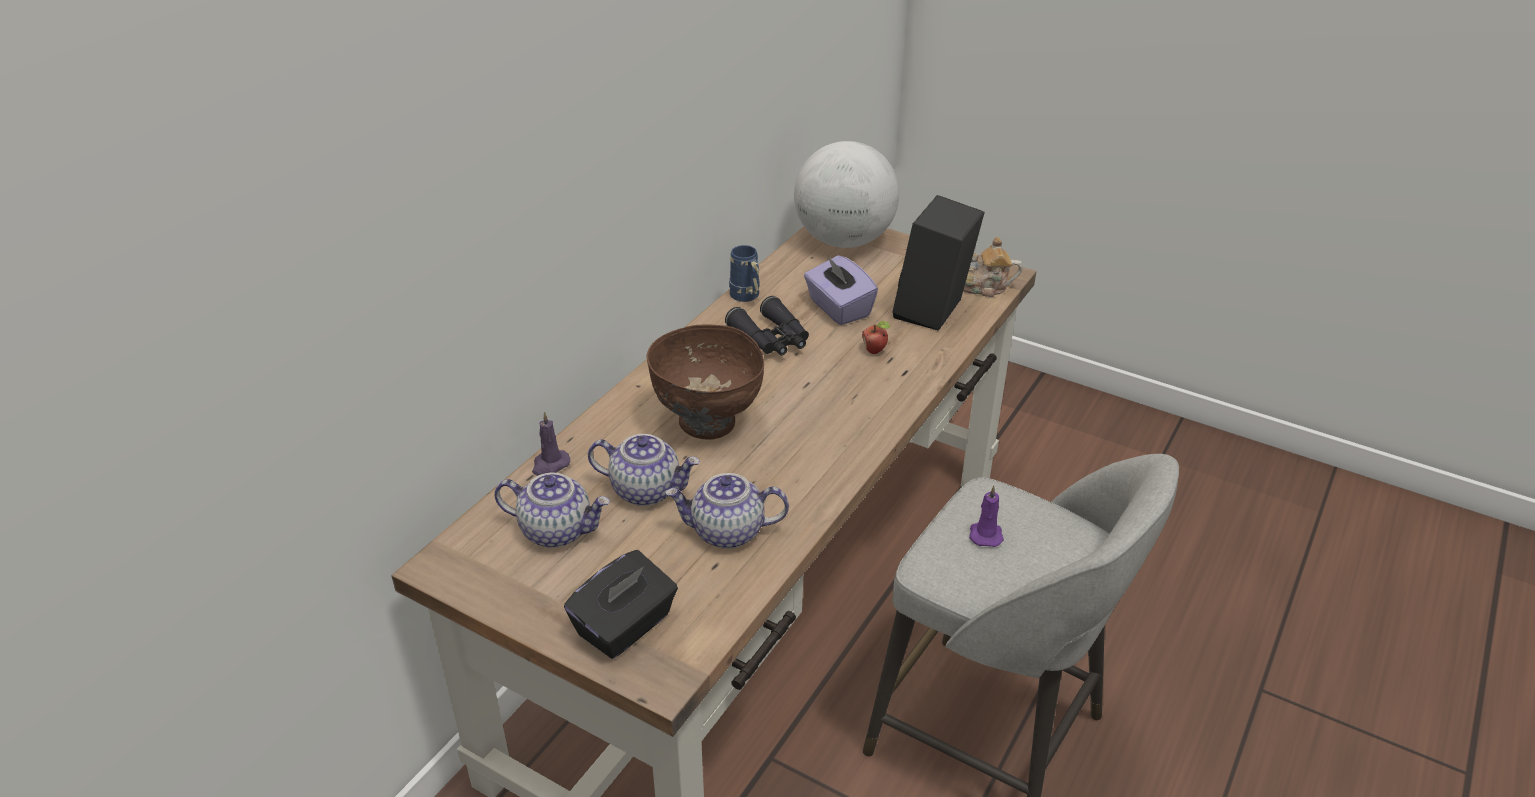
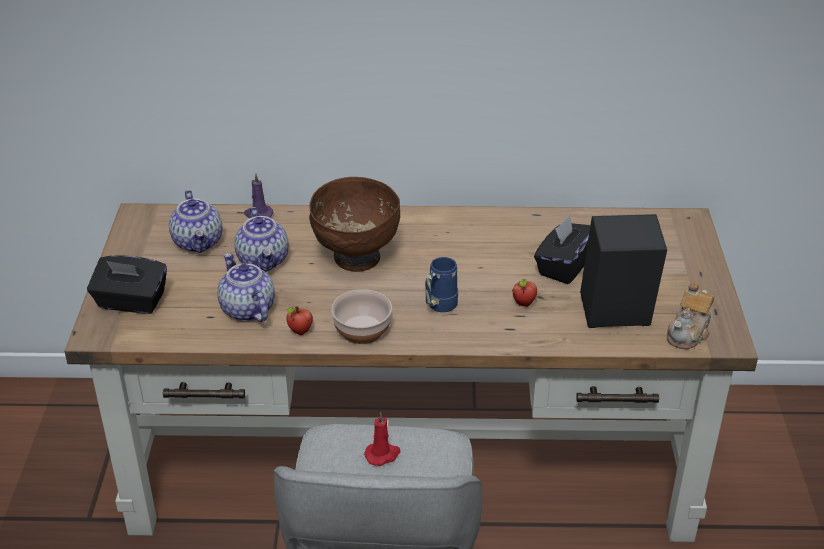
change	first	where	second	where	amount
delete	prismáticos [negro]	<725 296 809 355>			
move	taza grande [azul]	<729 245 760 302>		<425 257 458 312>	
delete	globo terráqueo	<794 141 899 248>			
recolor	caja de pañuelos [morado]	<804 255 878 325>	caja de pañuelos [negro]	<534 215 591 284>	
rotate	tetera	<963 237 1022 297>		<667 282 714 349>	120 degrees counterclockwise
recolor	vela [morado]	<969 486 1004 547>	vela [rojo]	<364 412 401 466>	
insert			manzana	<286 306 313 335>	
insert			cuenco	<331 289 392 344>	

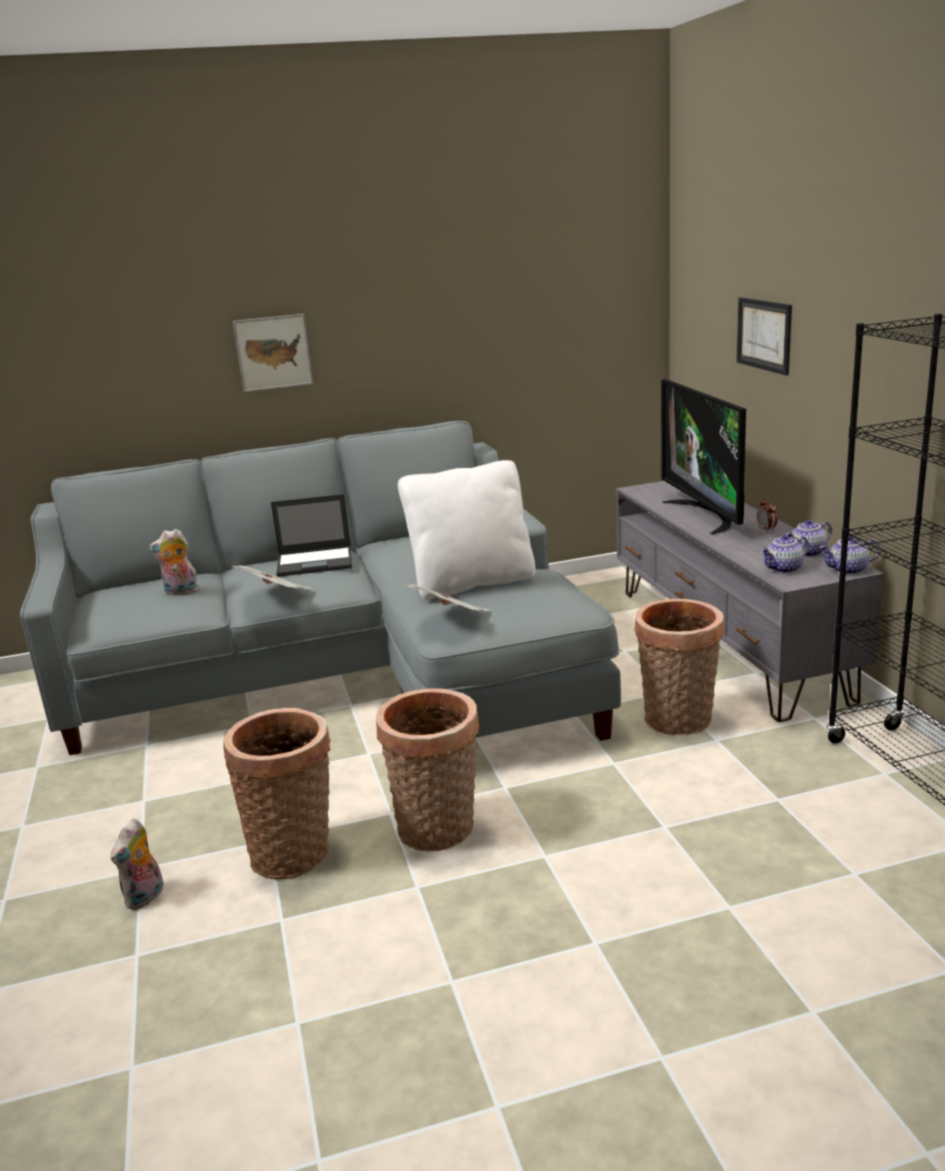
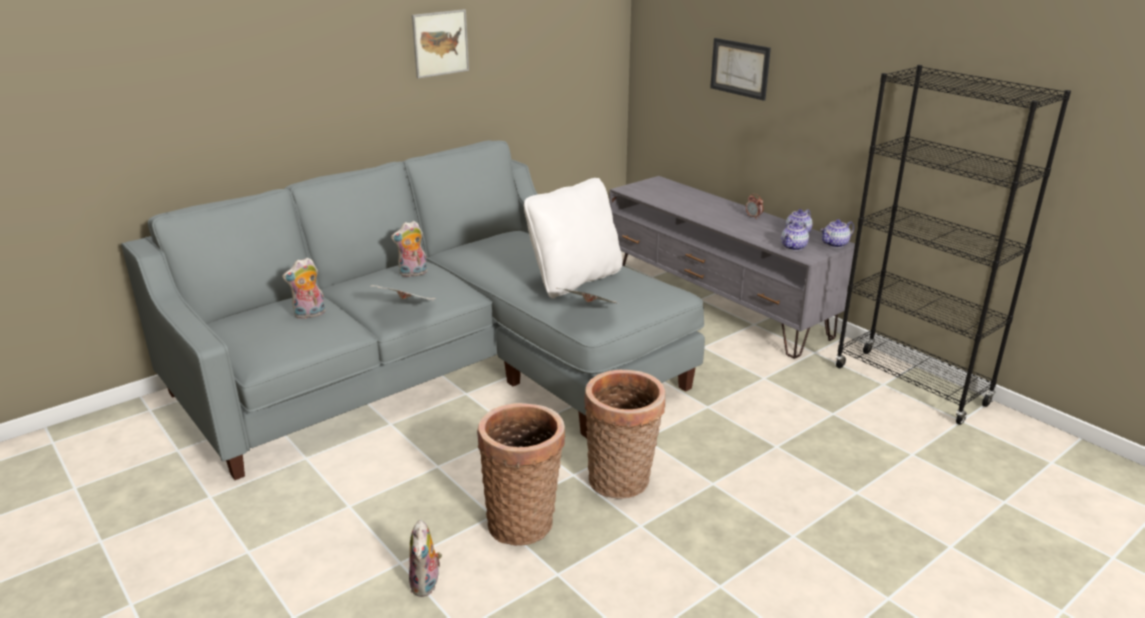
change	first	where	second	where	amount
move	cuadro	<233 314 313 393>		<412 9 469 79>	
replace	portátil	<271 494 352 577>	peluche	<391 221 428 277>	
delete	cesta	<634 599 724 735>			
delete	televisor	<661 379 746 535>			

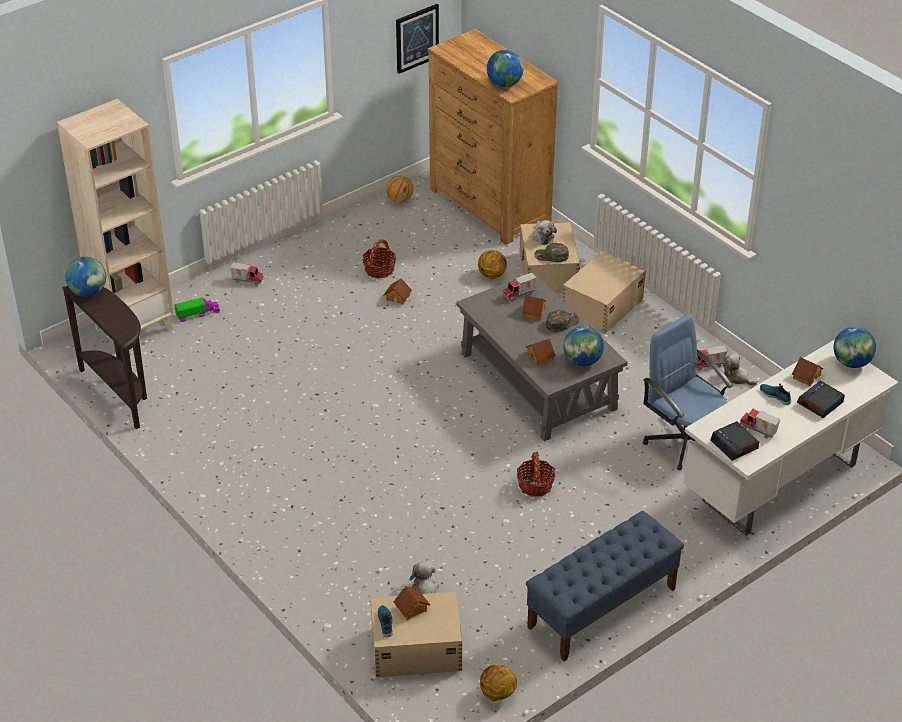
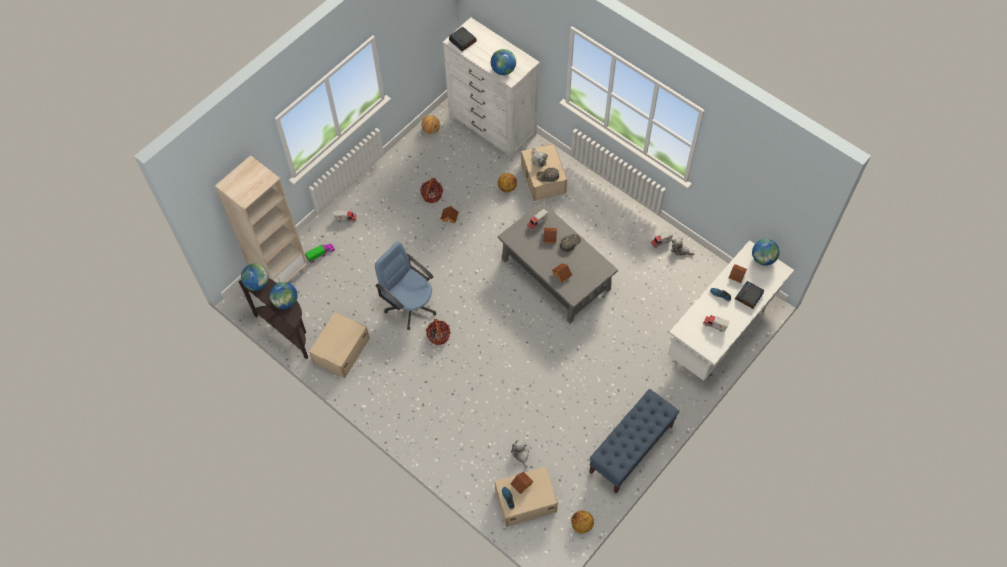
change	first	where	second	where	amount
delete	cuadro	<396 4 439 74>			
recolor	cómoda [marrón]	<428 29 559 245>	cómoda [blanco]	<442 17 540 159>	
move	cesta	<517 452 555 497>		<426 319 450 345>	
move	caja de almacenaje [beis]	<562 251 646 334>		<309 312 370 378>	
move	globo terráqueo	<563 326 604 366>		<270 282 298 309>	
move	silla de oficina [azul]	<643 315 733 470>		<375 242 437 330>	
move	despertador	<711 421 759 461>		<449 27 476 51>	

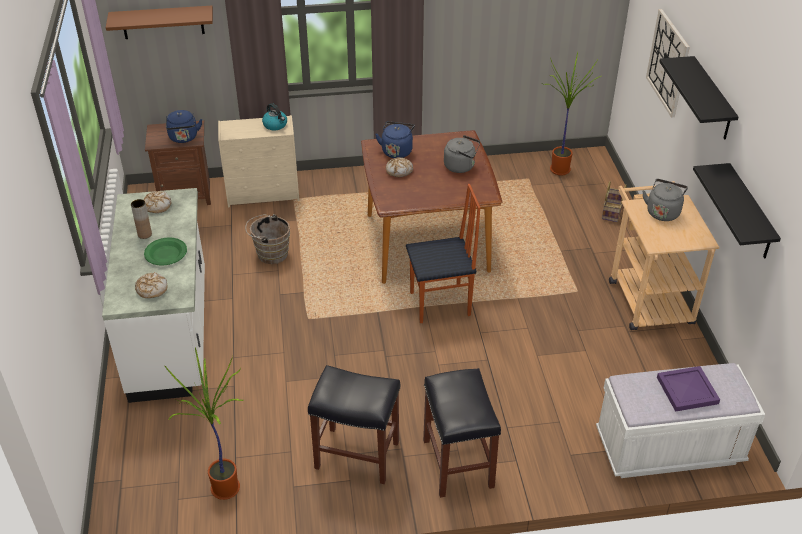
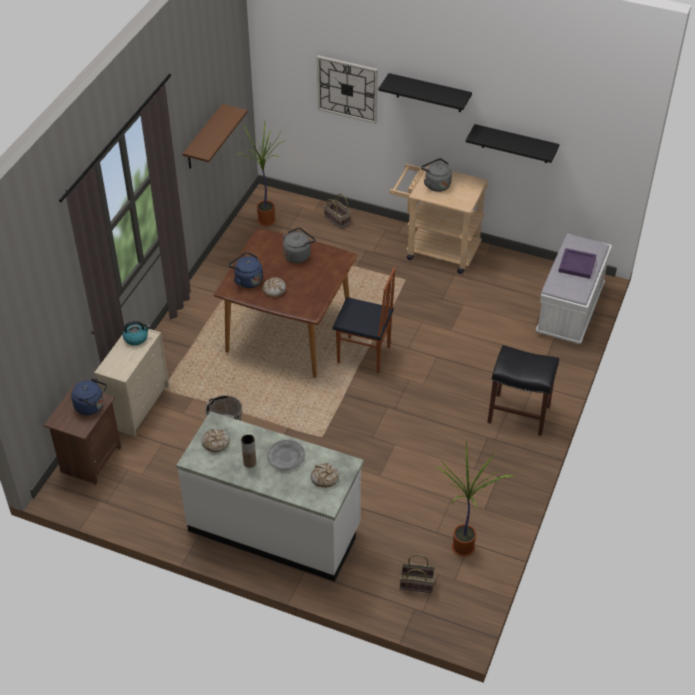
change	first	where	second	where	amount
move	estante [marrón]	<106 6 213 39>		<183 104 247 169>	
recolor	plato [verde]	<144 238 187 266>	plato [gris]	<267 440 305 470>	
delete	taburete [negro]	<308 365 400 484>			
rotate	silla	<406 184 480 323>		<332 268 395 373>	90 degrees clockwise
insert			cesta	<400 554 436 593>	

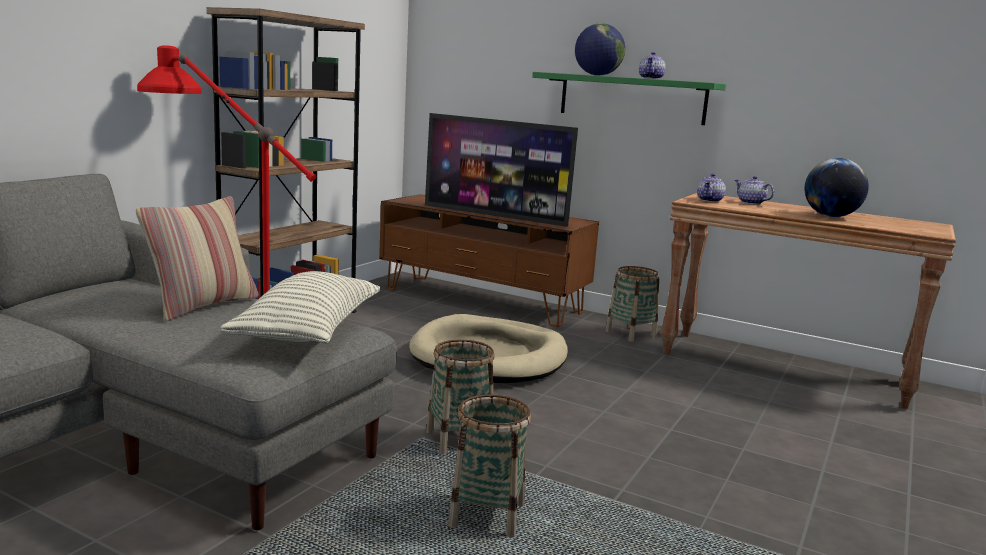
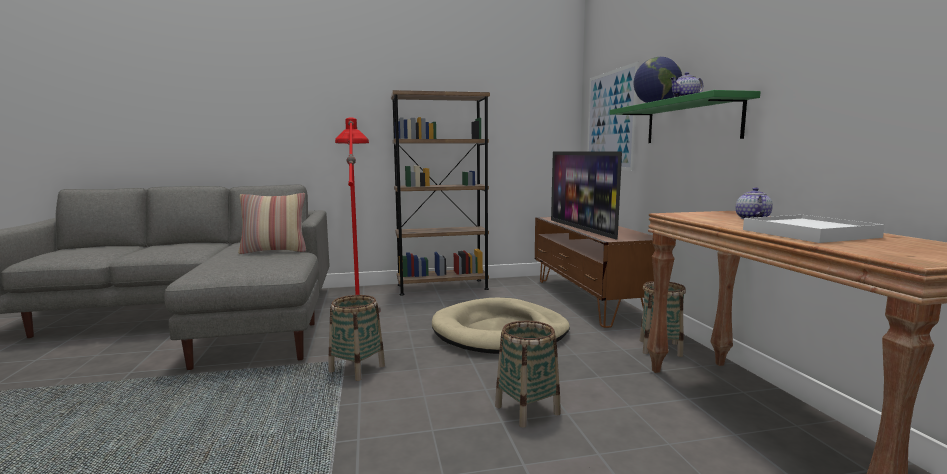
change	first	where	second	where	amount
delete	cojín	<221 271 380 344>			
move	cesta	<448 394 531 537>		<495 321 561 428>	
delete	tetera	<697 173 726 202>			
replace	globo terráqueo	<805 158 869 217>	bandeja [blanco]	<743 215 885 243>	
insert			cuadro	<587 62 639 171>	

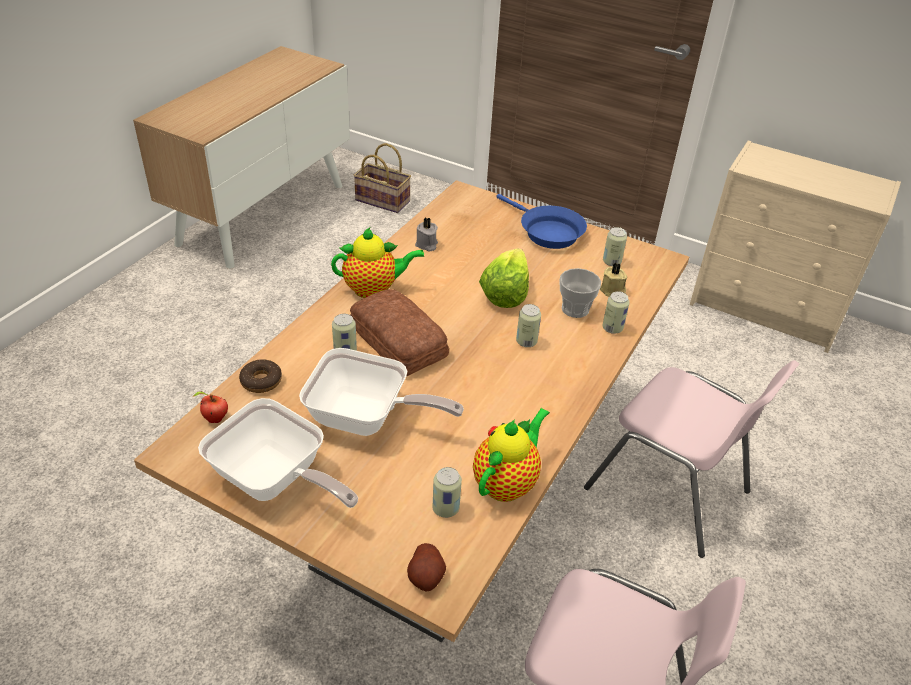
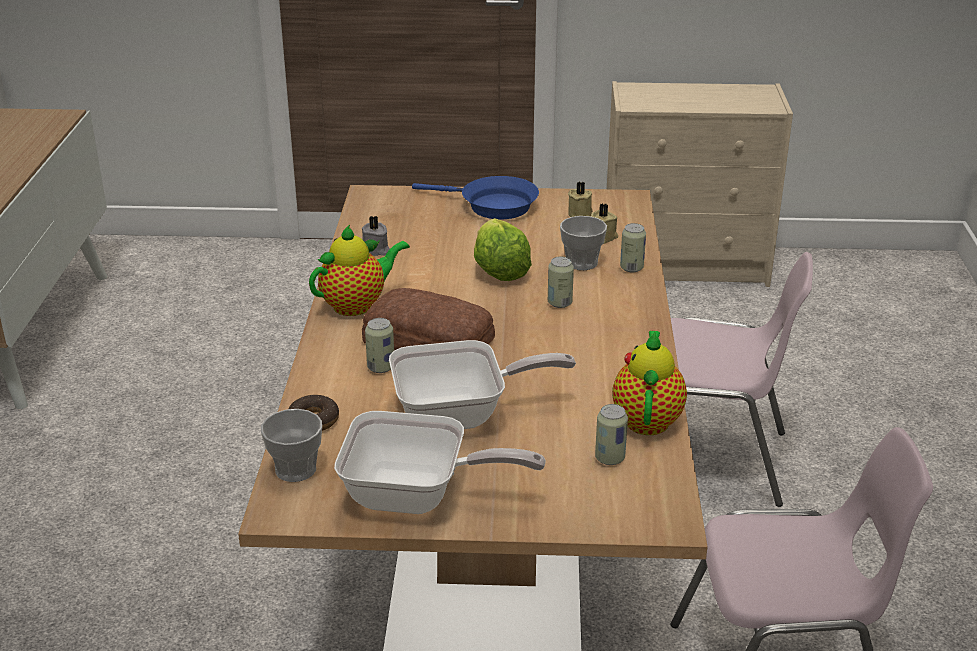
change	first	where	second	where	amount
replace	manzana	<193 391 228 423>	taza	<261 409 322 482>	
delete	cesta	<353 143 411 213>			
delete	patata	<407 543 446 592>			
replace	lata	<603 227 627 266>	vela [beis]	<568 182 593 217>	

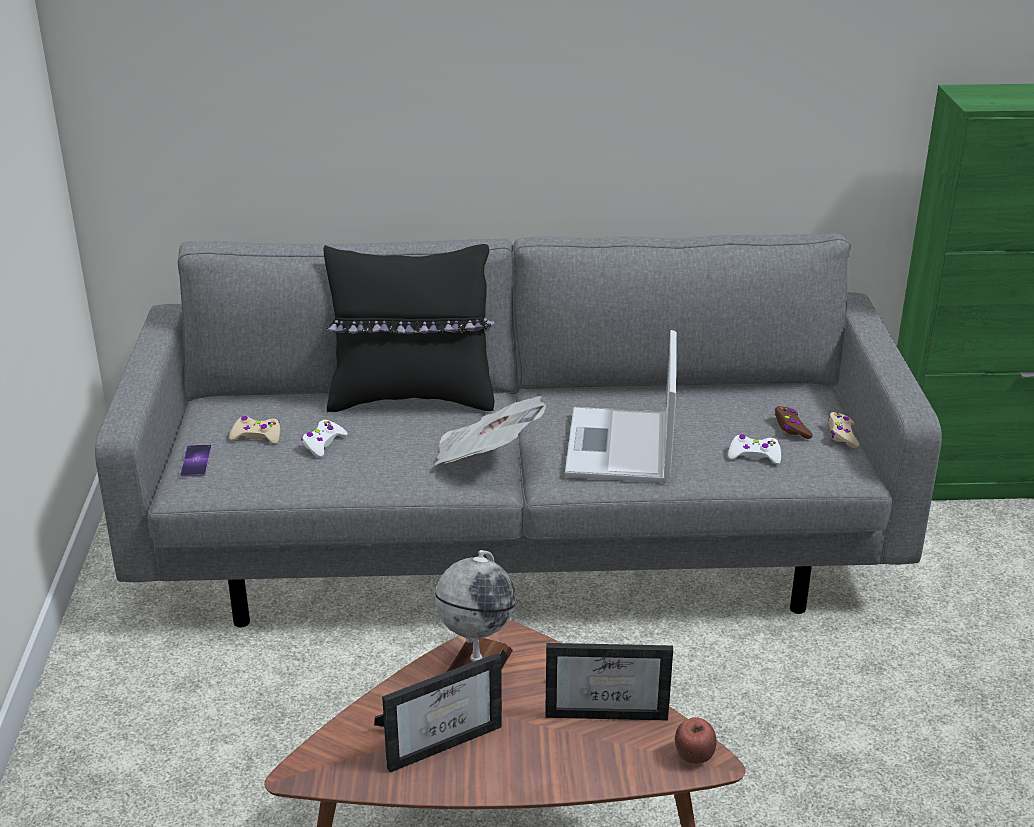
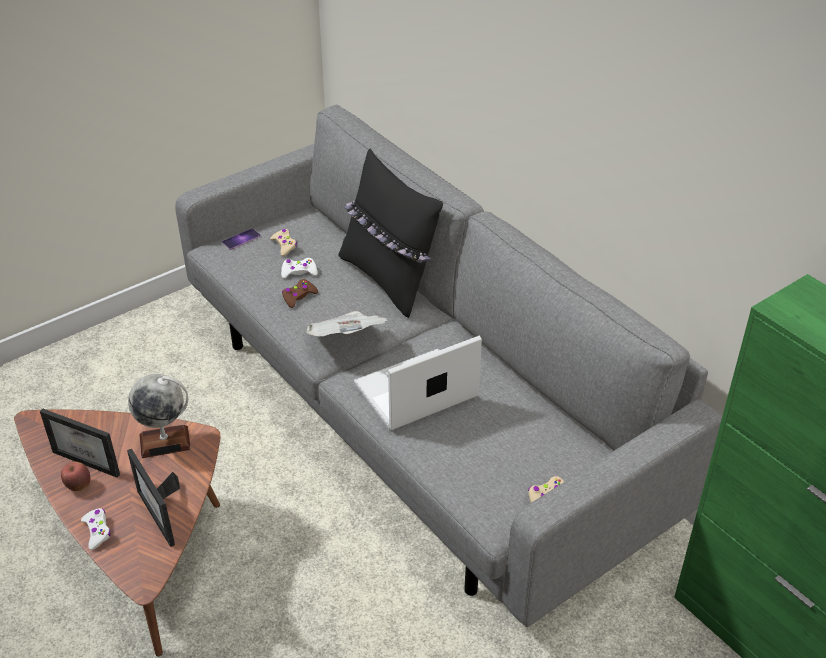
change	first	where	second	where	amount
move	manzana	<675 717 717 764>		<61 462 90 491>	
move	mando de consola [blanco]	<728 434 781 464>		<81 508 111 550>	
move	mando de consola [marrón]	<775 406 813 439>		<282 279 318 308>	

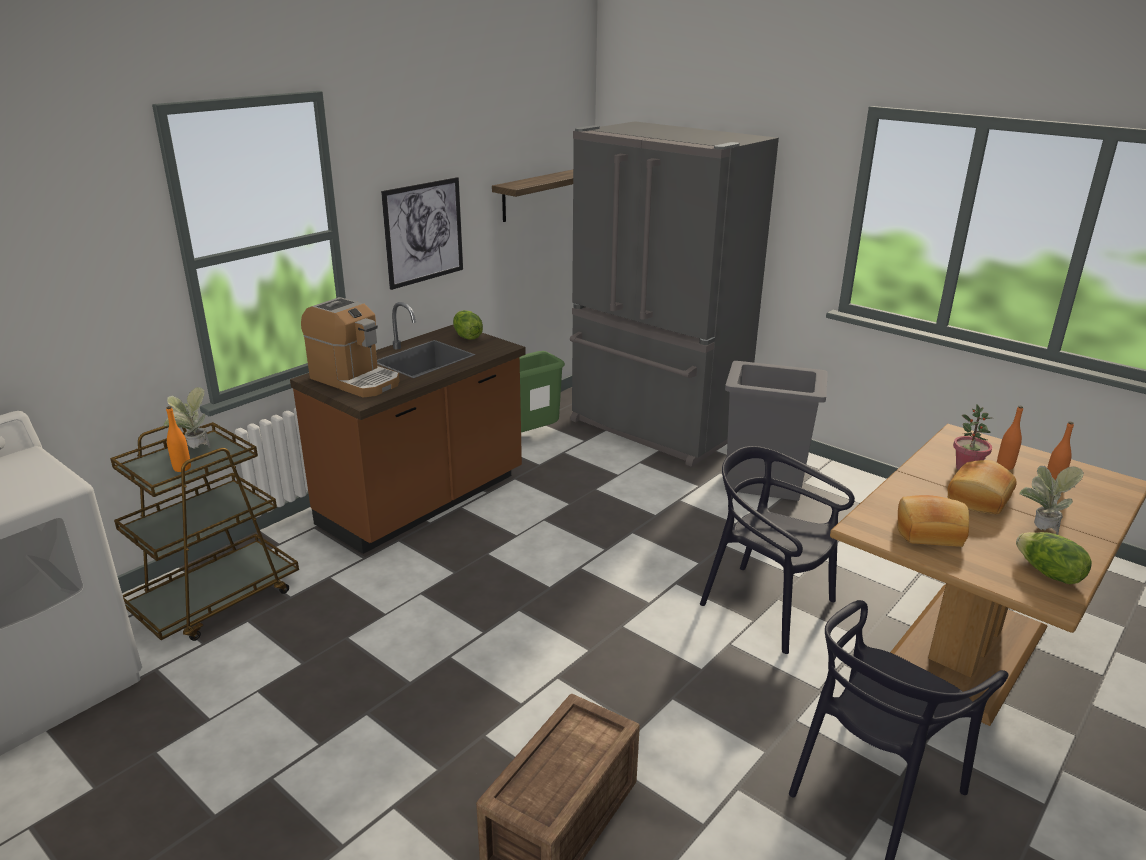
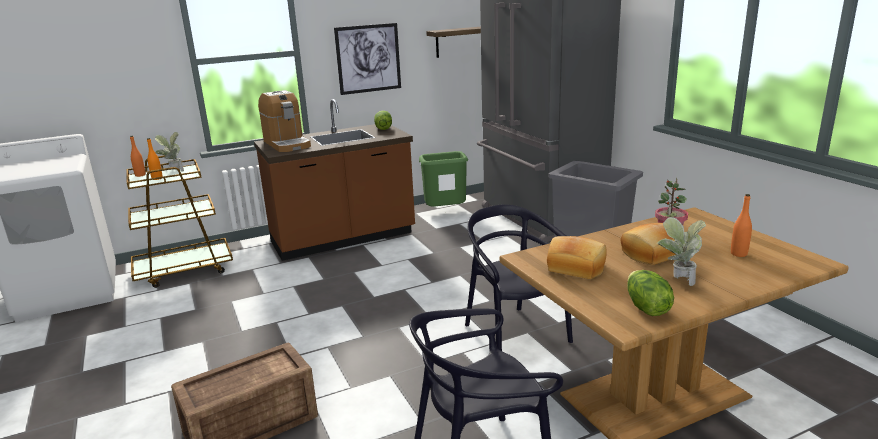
change	first	where	second	where	amount
move	botella [naranja]	<997 406 1023 470>		<130 136 146 177>	

